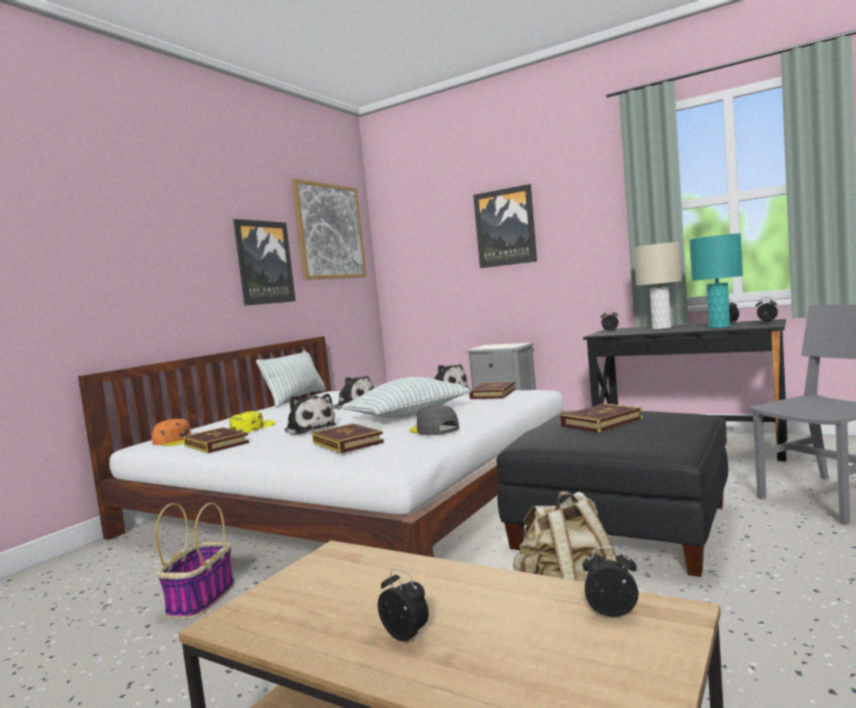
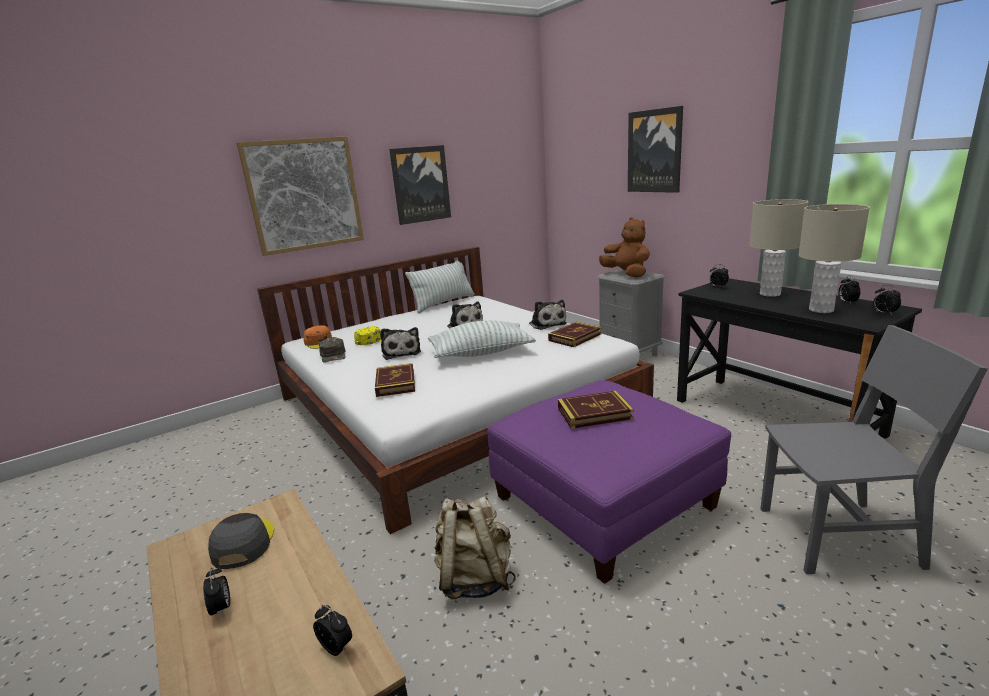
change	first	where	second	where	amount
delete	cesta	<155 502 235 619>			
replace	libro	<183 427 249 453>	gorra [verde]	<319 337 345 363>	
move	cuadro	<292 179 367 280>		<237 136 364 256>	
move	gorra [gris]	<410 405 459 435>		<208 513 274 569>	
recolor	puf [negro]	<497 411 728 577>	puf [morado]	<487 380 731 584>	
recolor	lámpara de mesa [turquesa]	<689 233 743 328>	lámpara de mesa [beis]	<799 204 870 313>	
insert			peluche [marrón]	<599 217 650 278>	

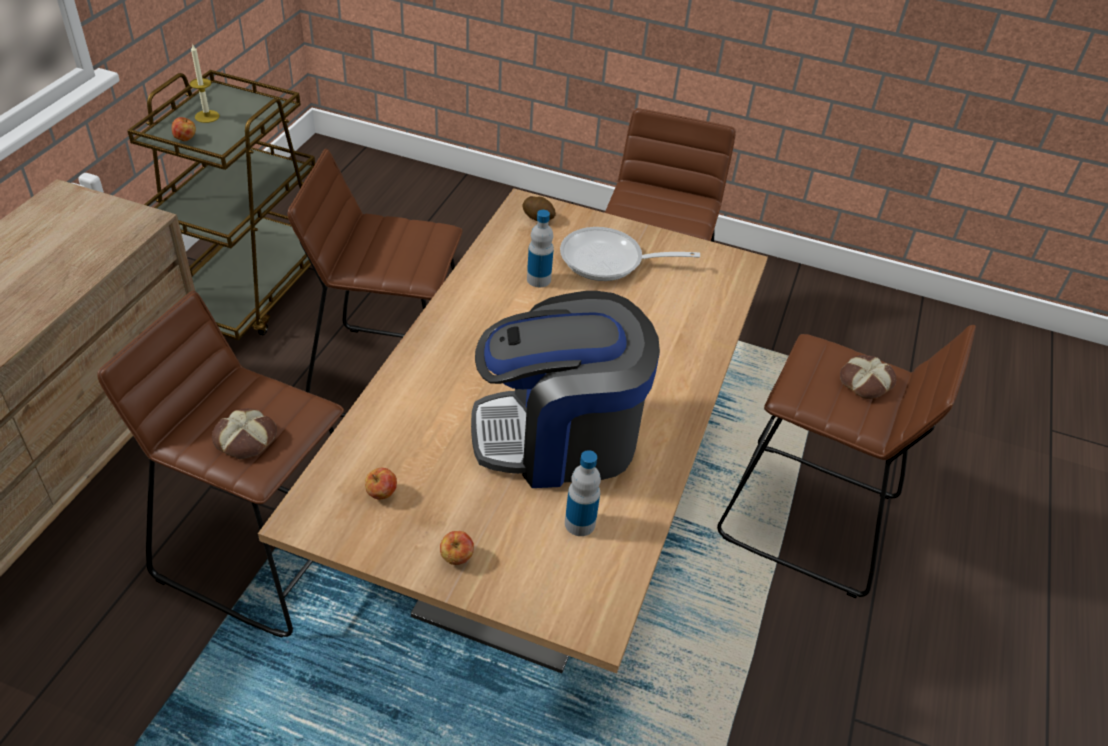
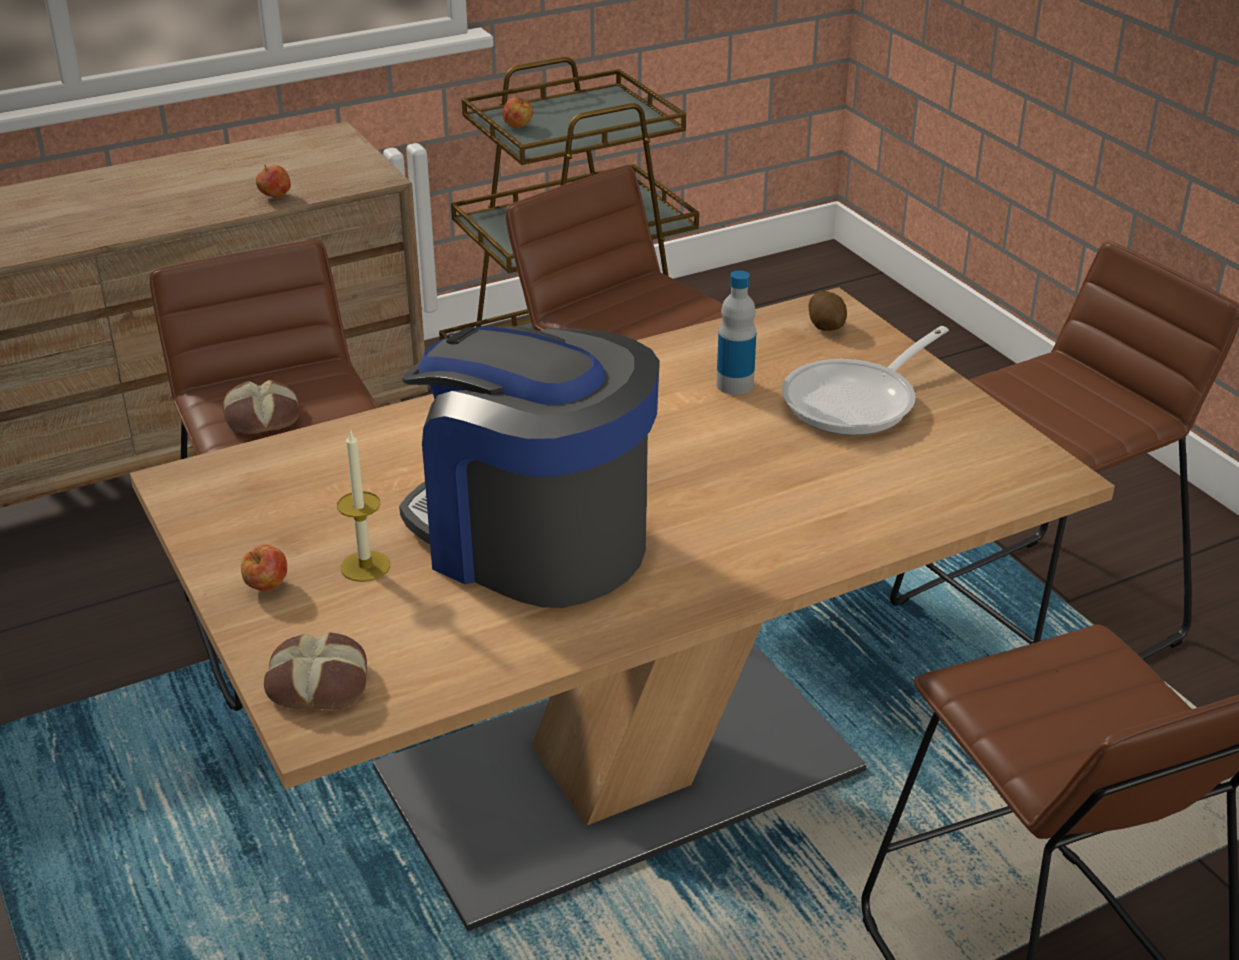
change	first	where	second	where	amount
move	vela	<190 43 220 123>		<337 429 391 582>	
move	manzana	<365 468 397 500>		<256 165 291 197>	
rotate	sartén	<560 227 700 281>		<782 326 949 436>	90 degrees counterclockwise
delete	botella	<565 450 601 536>			
move	pan	<840 355 896 399>		<264 632 367 710>	

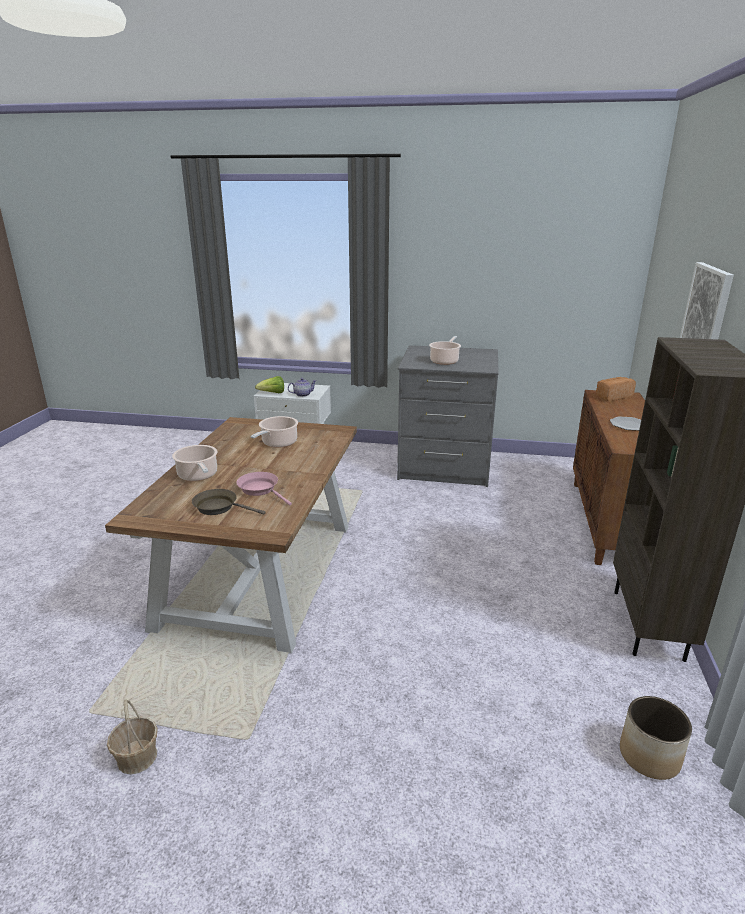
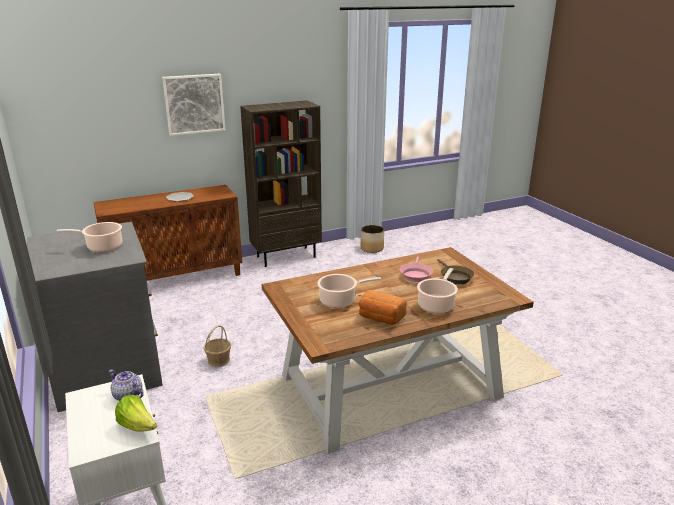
change	first	where	second	where	amount
move	cesta	<107 700 158 774>		<203 325 231 367>	
move	pan	<596 377 636 401>		<359 290 407 325>	

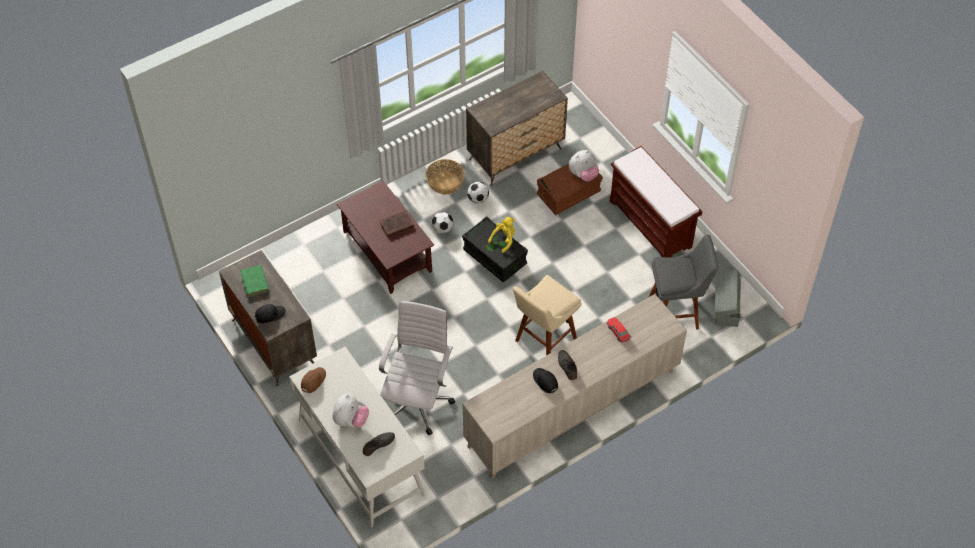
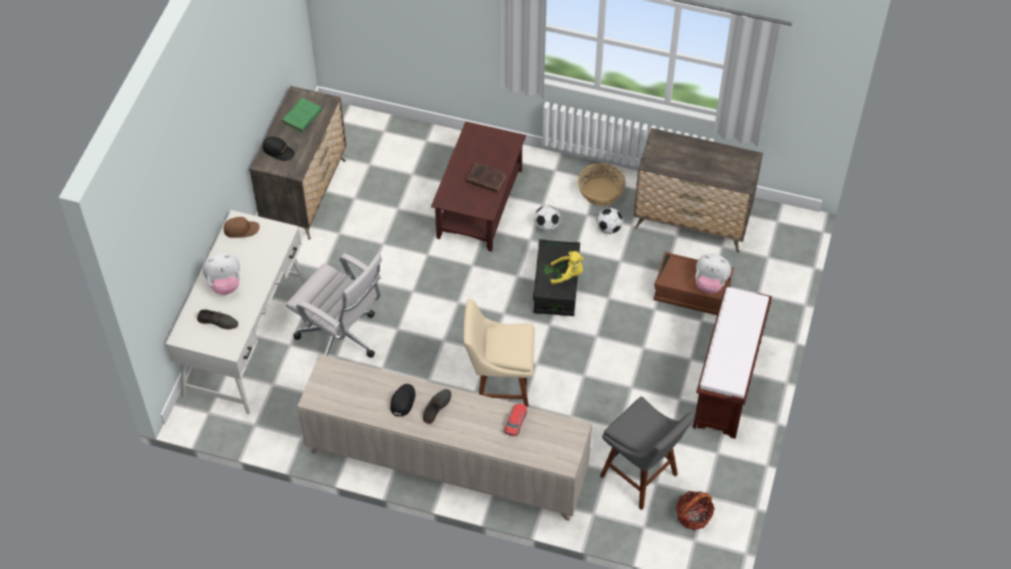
change	first	where	second	where	amount
rotate	silla de oficina [blanco]	<379 301 455 436>		<286 253 382 358>	60 degrees clockwise
replace	caja de almacenaje [gris]	<715 269 741 327>	cesta	<676 491 715 530>	

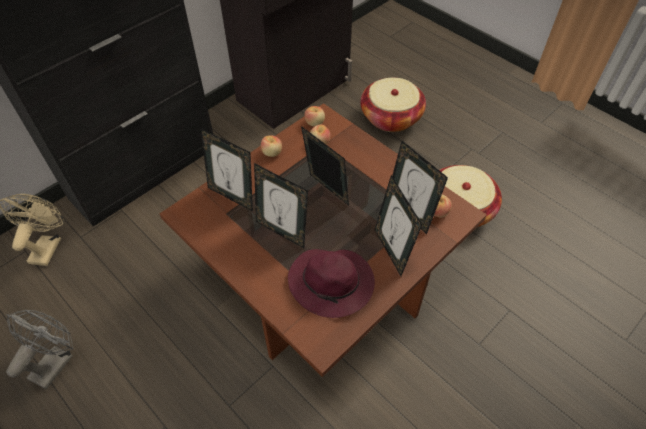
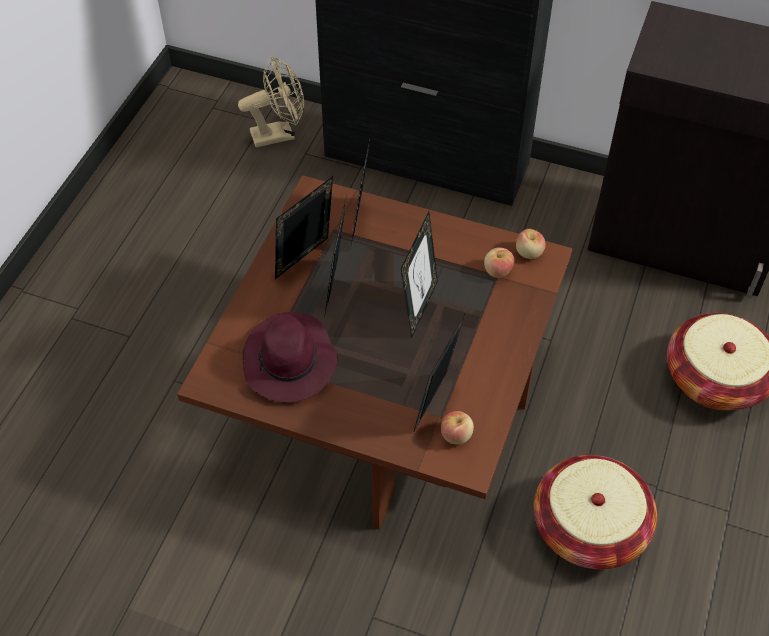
change	first	where	second	where	amount
delete	ventilador [gris]	<6 310 74 389>			
delete	manzana	<261 135 282 157>			
move	portarretratos	<374 175 422 276>		<275 176 333 279>	

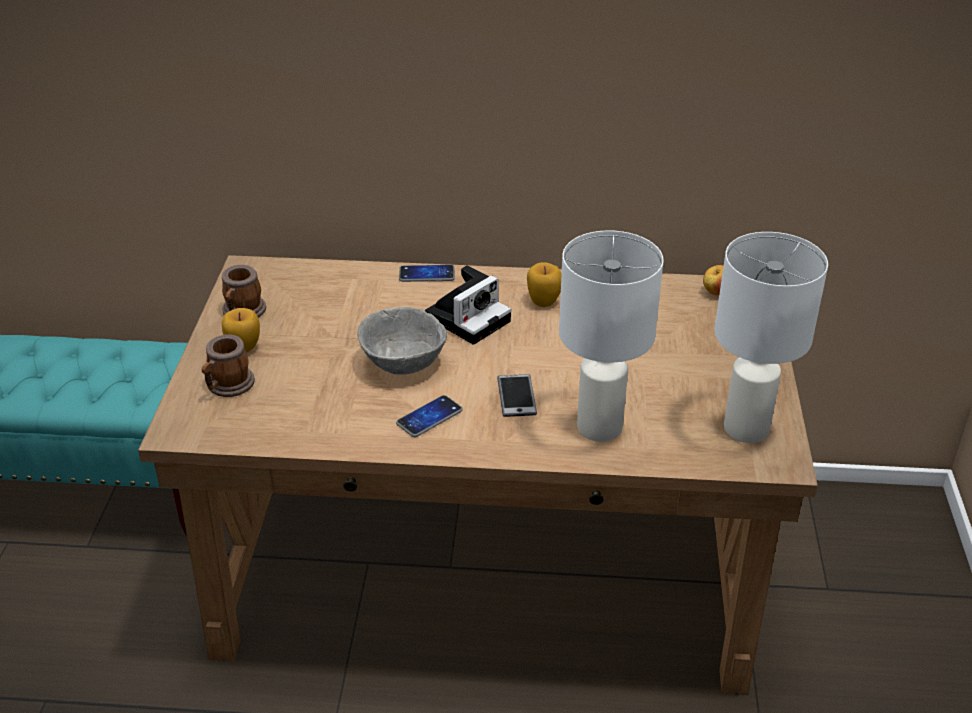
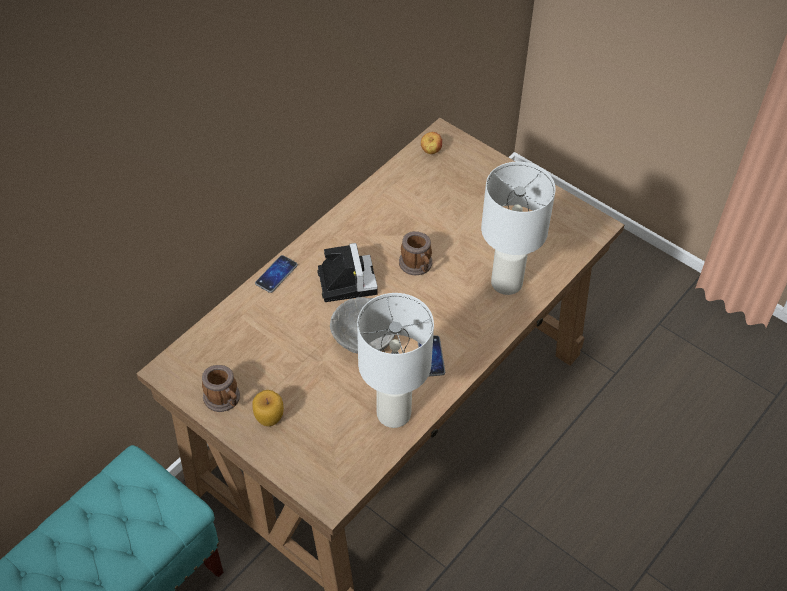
change	first	where	second	where	amount
move	taza grande	<202 334 255 397>		<399 231 432 275>	
delete	móvil	<497 374 537 417>			
delete	manzana	<527 262 562 307>			
move	lámpara de mesa [blanco]	<715 232 828 443>		<357 293 434 428>	

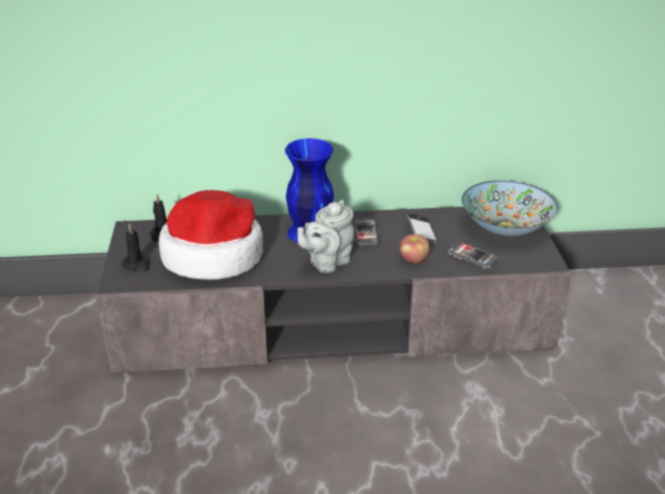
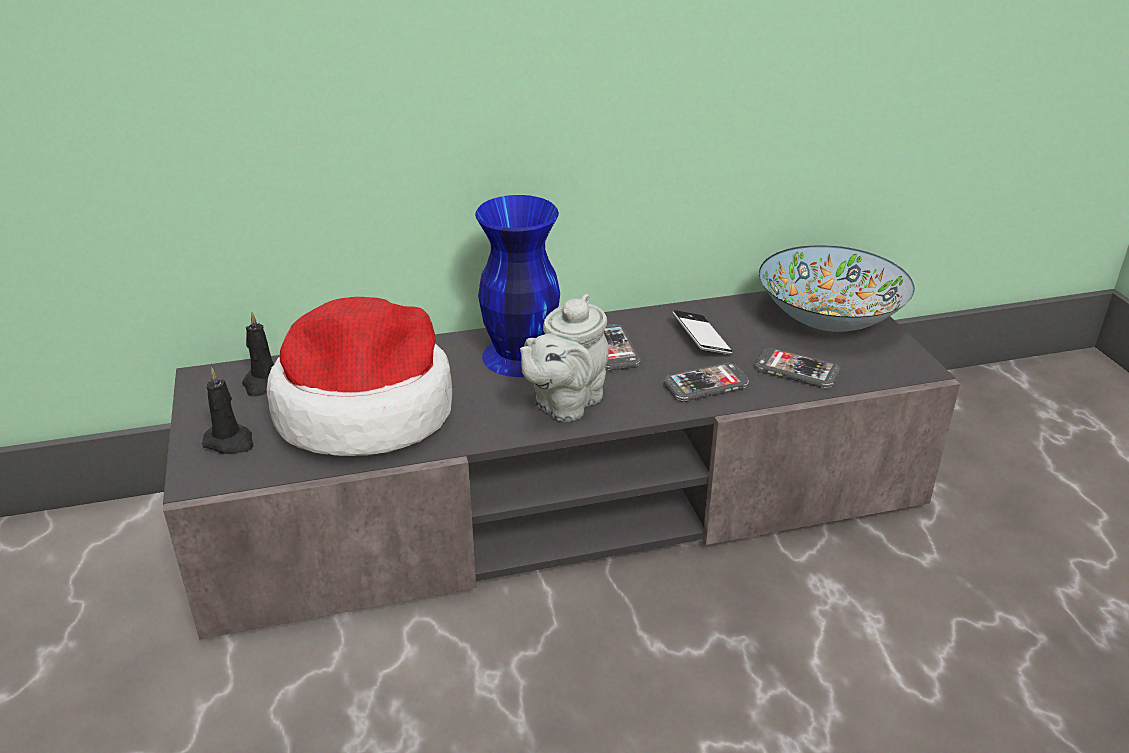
change	first	where	second	where	amount
replace	manzana	<400 234 430 264>	móvil	<663 363 749 402>	

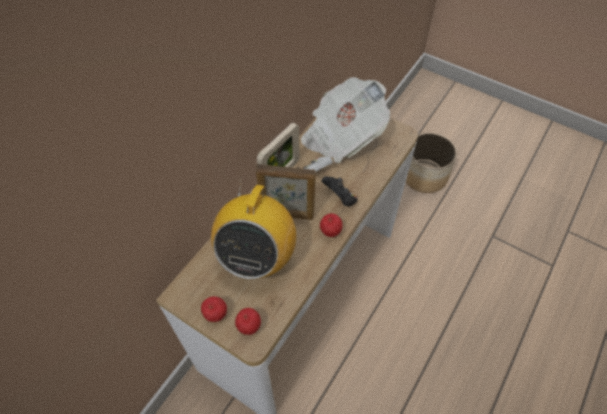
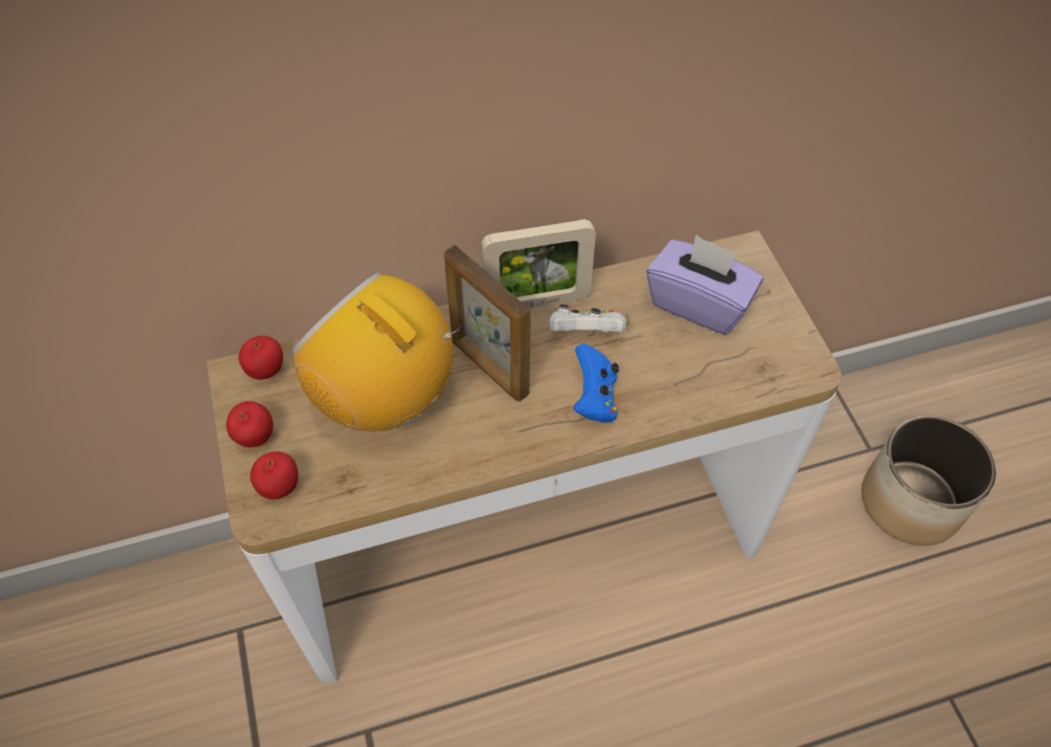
change	first	where	second	where	amount
rotate	radio	<211 177 296 279>		<292 272 463 431>	75 degrees clockwise
replace	periódico	<301 77 390 163>	caja de pañuelos [morado]	<646 235 763 335>	
move	manzana	<320 213 343 237>		<238 336 283 379>	
recolor	mando de consola [negro]	<321 177 358 206>	mando de consola [azul]	<573 344 619 423>	

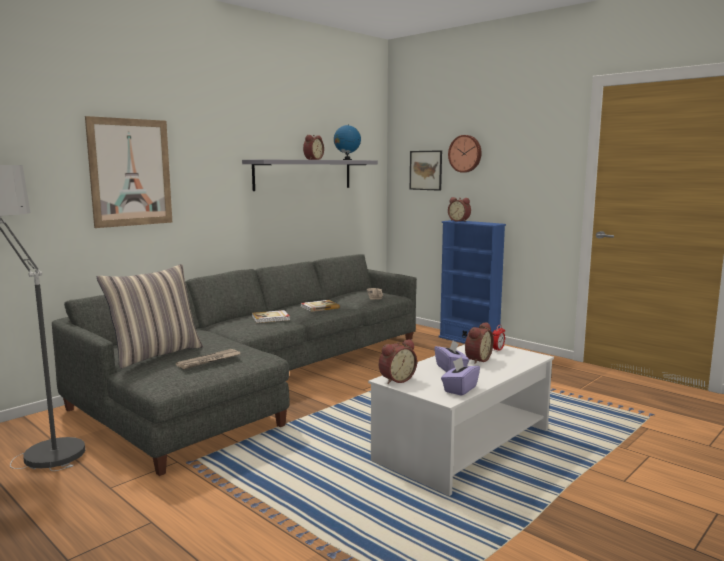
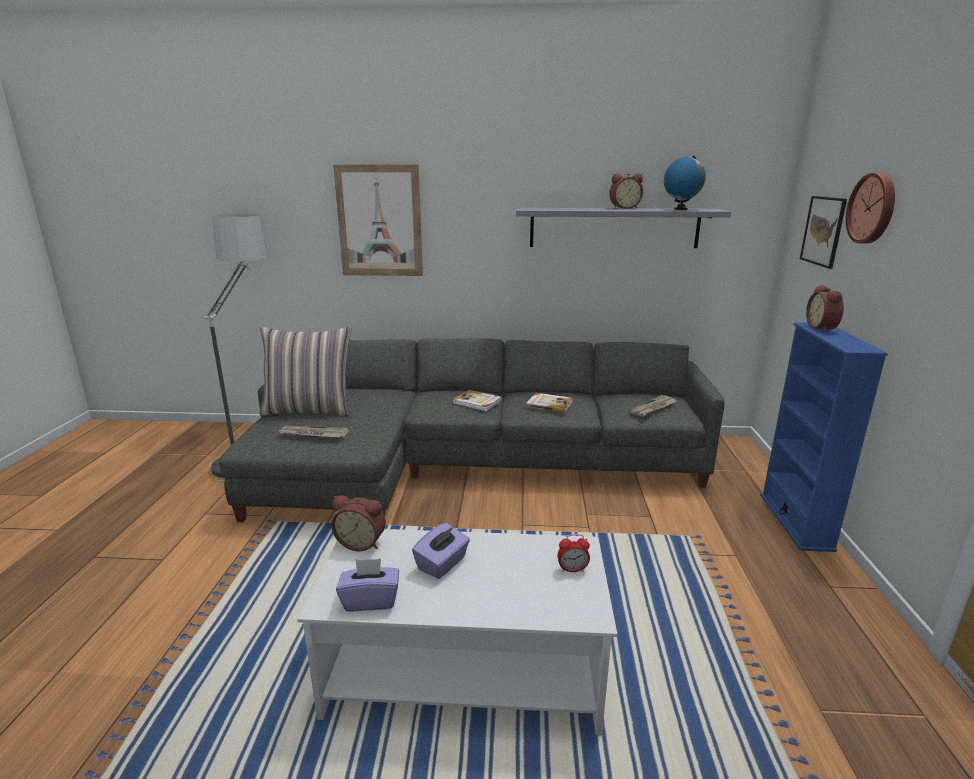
change	first	where	second	where	amount
delete	despertador	<465 322 494 364>			

